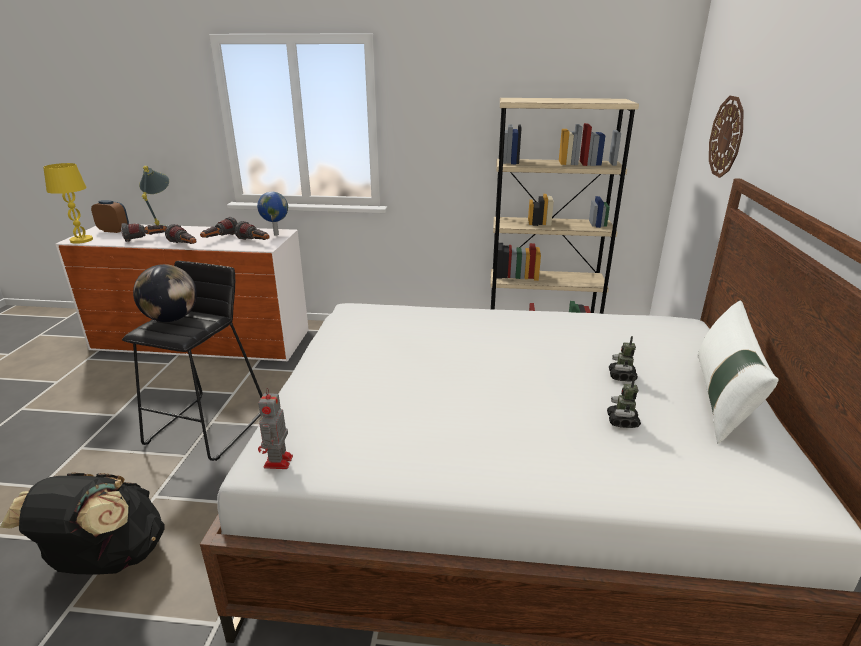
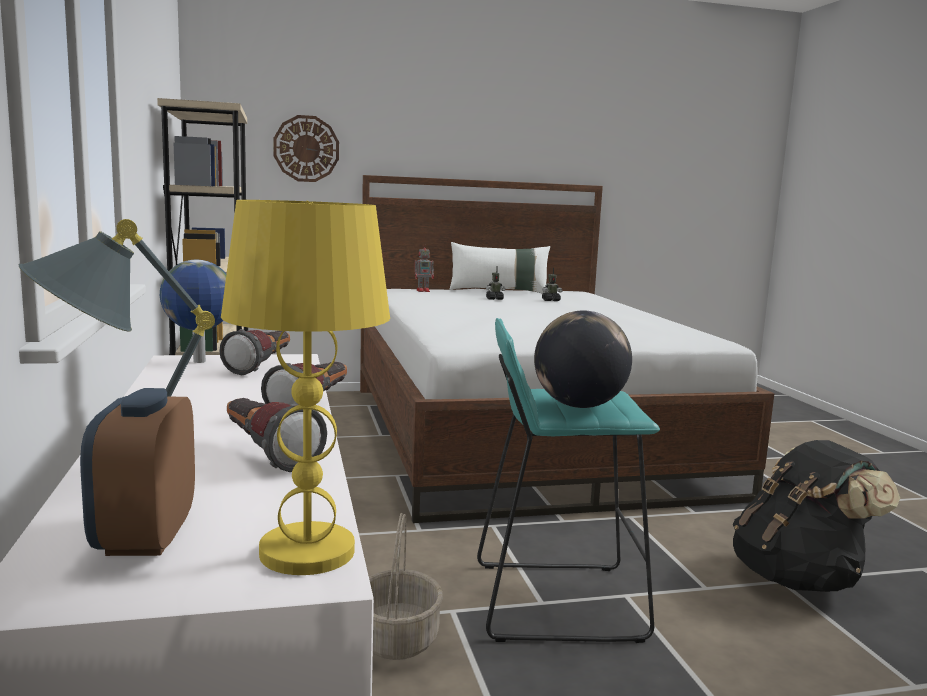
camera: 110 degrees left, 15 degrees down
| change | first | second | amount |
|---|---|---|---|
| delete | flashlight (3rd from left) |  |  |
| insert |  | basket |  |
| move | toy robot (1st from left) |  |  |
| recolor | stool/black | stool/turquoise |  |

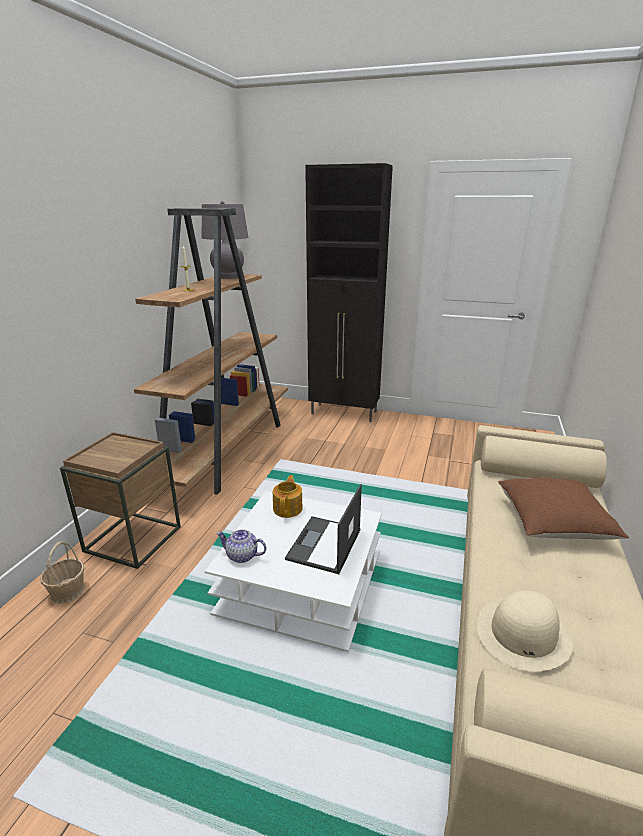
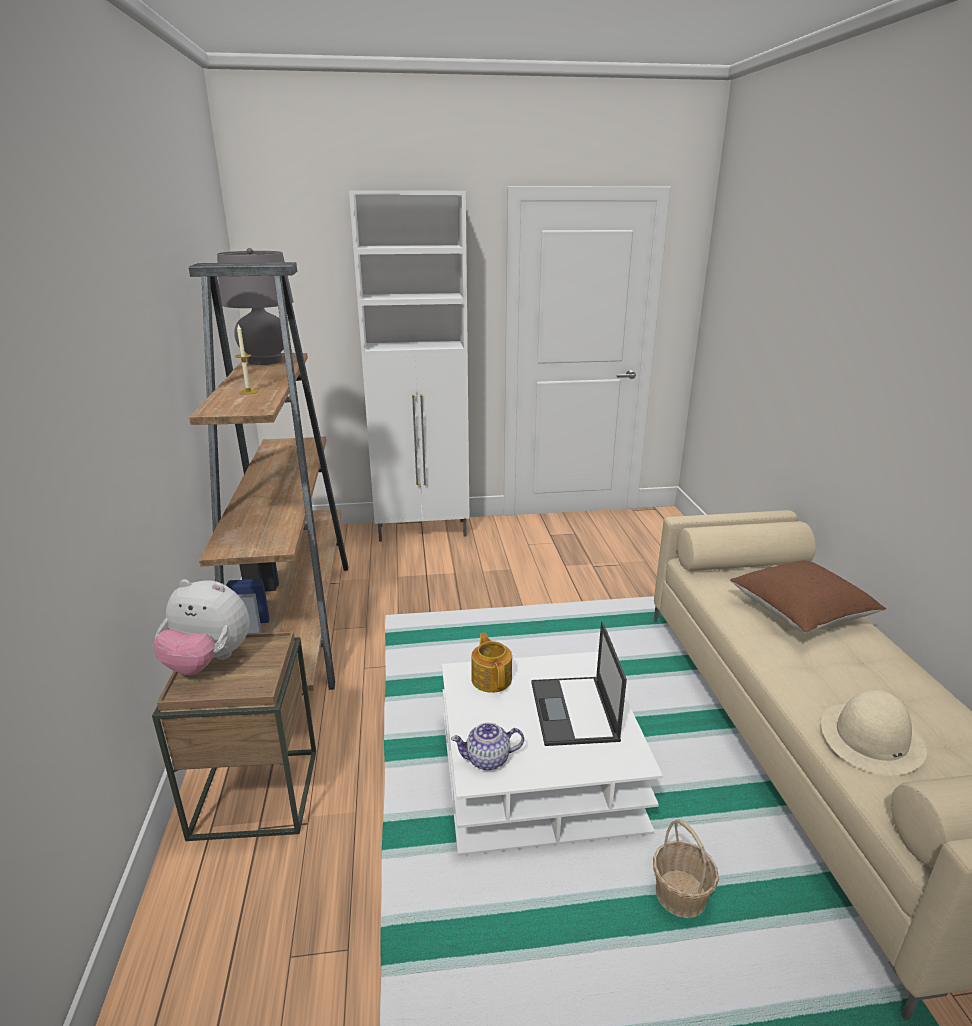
camera: 25 degrees left, 0 degrees up
| change | first | second | amount |
|---|---|---|---|
| insert |  | plush toy |  |
| move | basket |  |  |
| recolor | cabinet/black | cabinet/white |  |

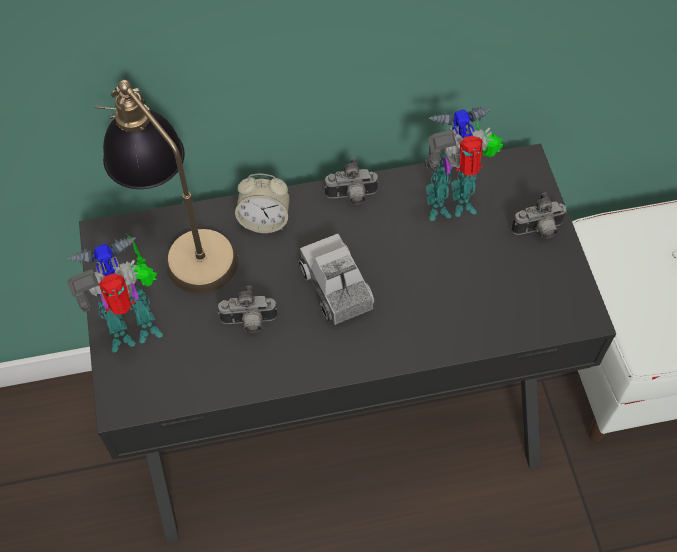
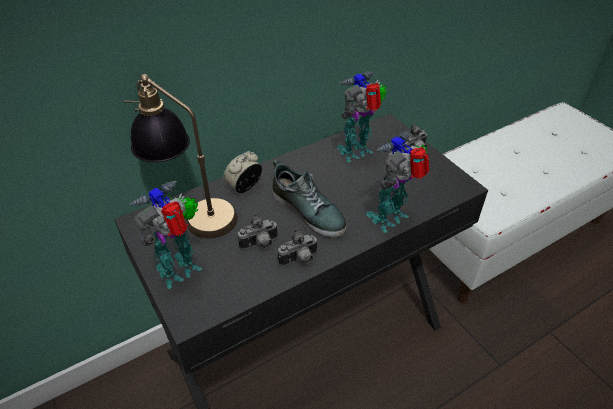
camera: 20 degrees left, 15 degrees down
| change | first | second | amount |
|---|---|---|---|
| insert |  | toy robot (3rd from left) |  |
| move | photo camera (2nd from left) |  |  |
| replace | toy truck | shoe |  |
| rotate | alarm clock |  | 150 degrees clockwise |

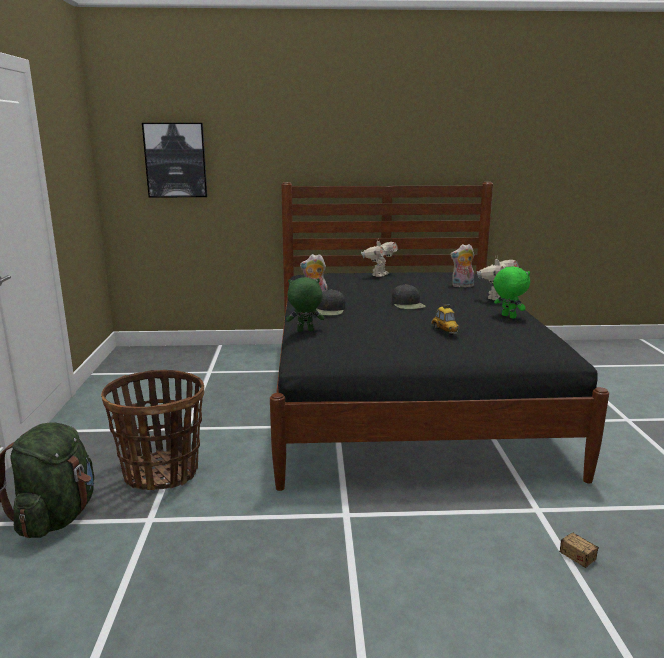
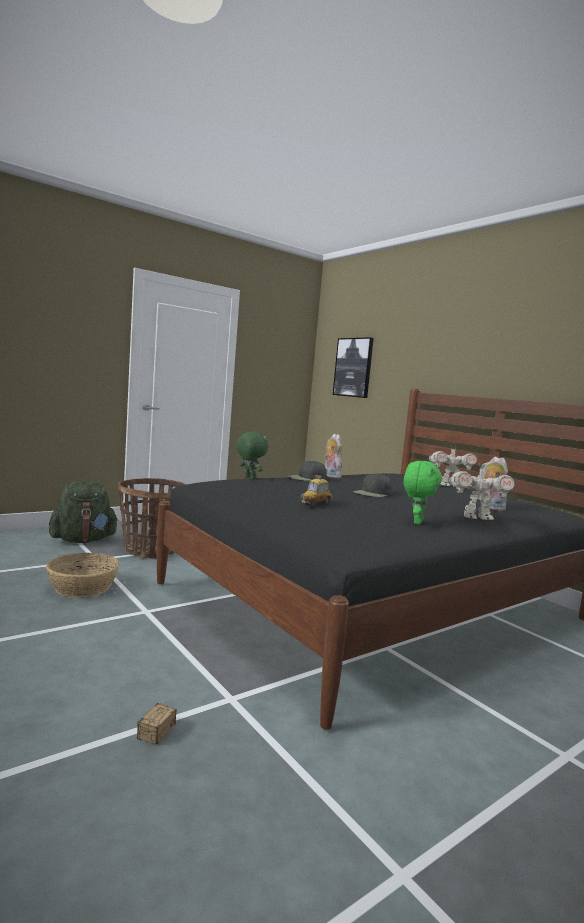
camera: 55 degrees right, 10 degrees down
| change | first | second | amount |
|---|---|---|---|
| insert |  | basket (1st from left) |  |

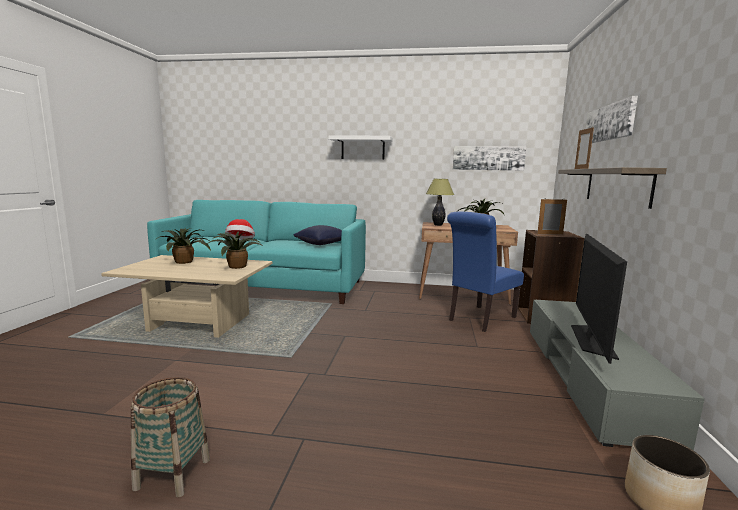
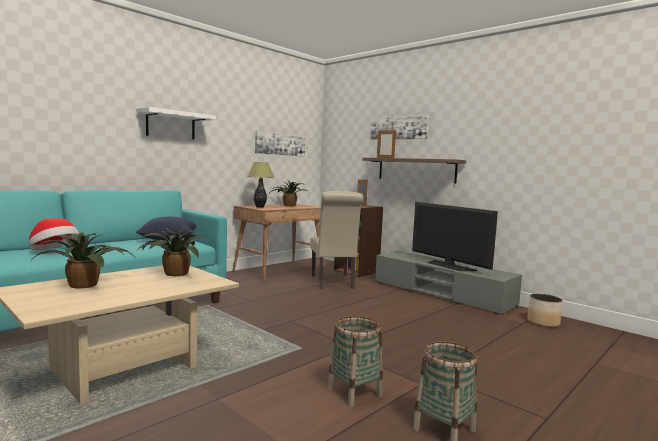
camera: 55 degrees left, 5 degrees down
| change | first | second | amount |
|---|---|---|---|
| insert |  | basket (1st from left) |  |
| recolor | chair/blue | chair/beige |  |

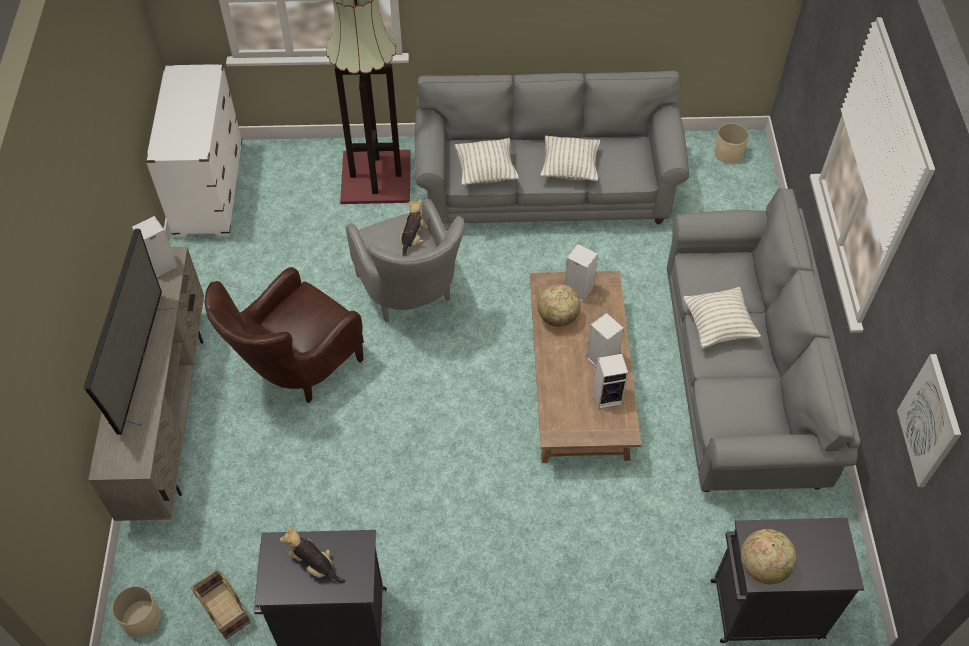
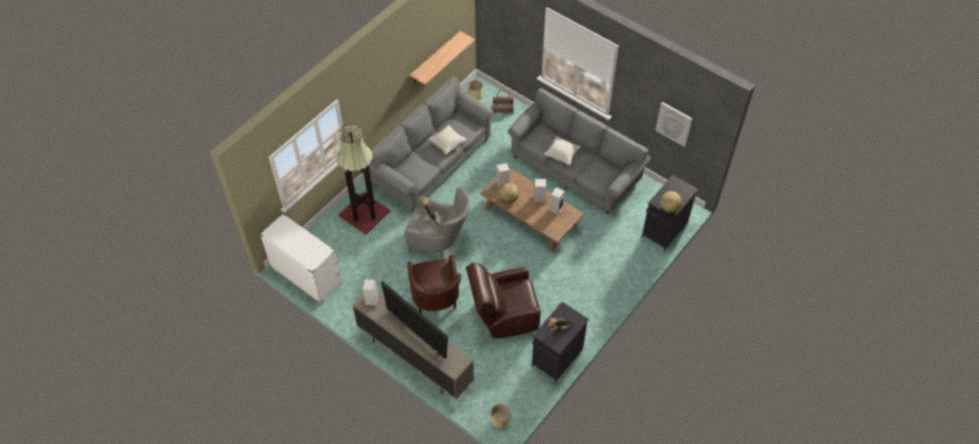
camera: 50 degrees left, 0 degrees up
| change | first | second | amount |
|---|---|---|---|
| delete | pillow (1st from left) |  |  |
| insert |  | shelf |  |
| insert |  | armchair/brown (2nd from left) |  |
| move | basket |  |  |

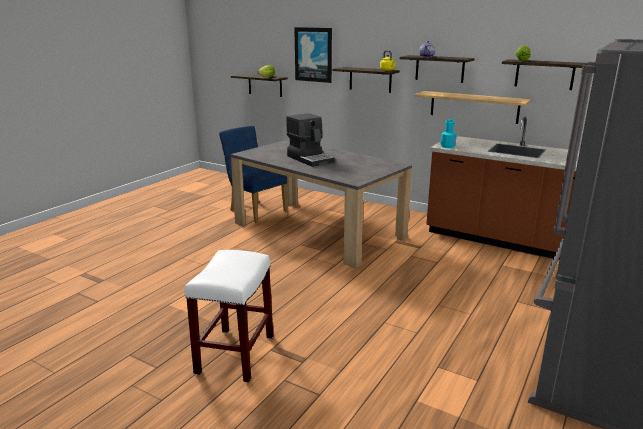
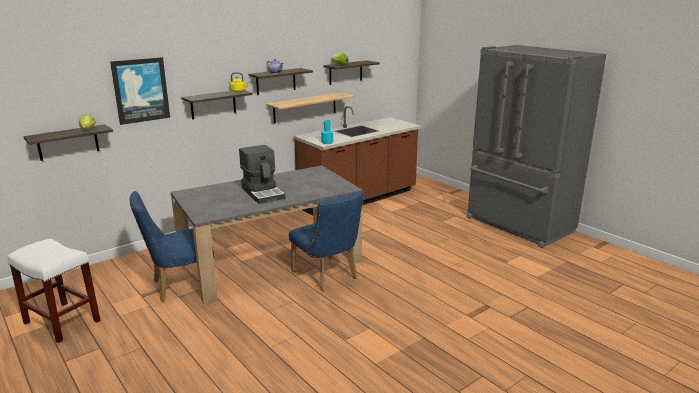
camera: 70 degrees left, 0 degrees up
| change | first | second | amount |
|---|---|---|---|
| insert |  | chair/blue (2nd from left) |  |
| move | stool/white |  |  |
| rotate | coffee machine |  | 75 degrees clockwise |

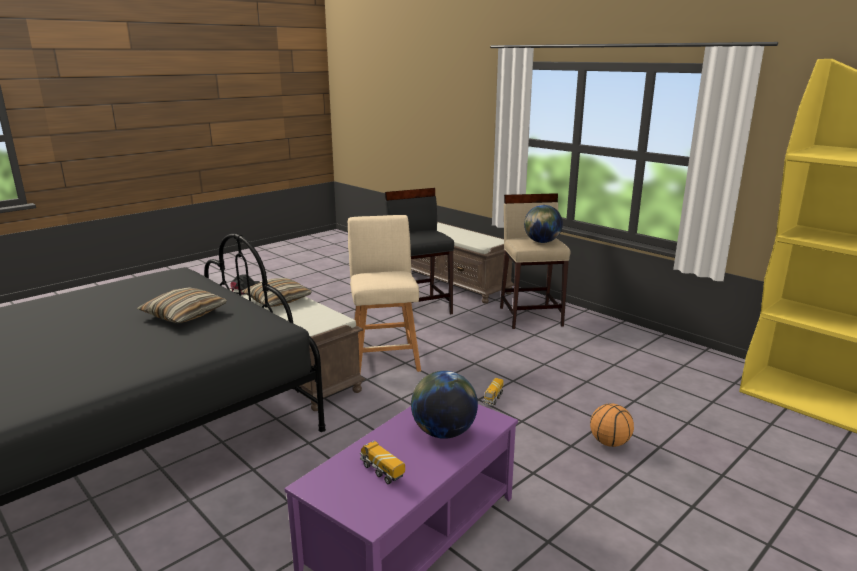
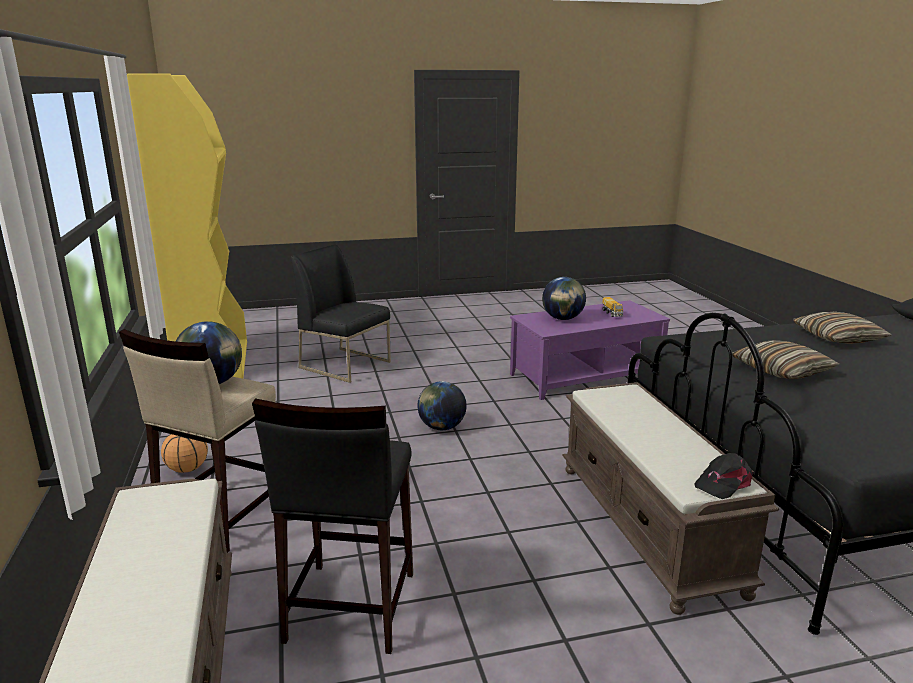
camera: 150 degrees left, 0 degrees up
| change | first | second | amount |
|---|---|---|---|
| delete | stool/beige (1st from left) |  |  |
| insert |  | chair/black |  |
| move | pillow (2nd from left) |  |  |
| move | basketball |  |  |
| replace | toy truck (2nd from left) | globe (2nd from left) |  |

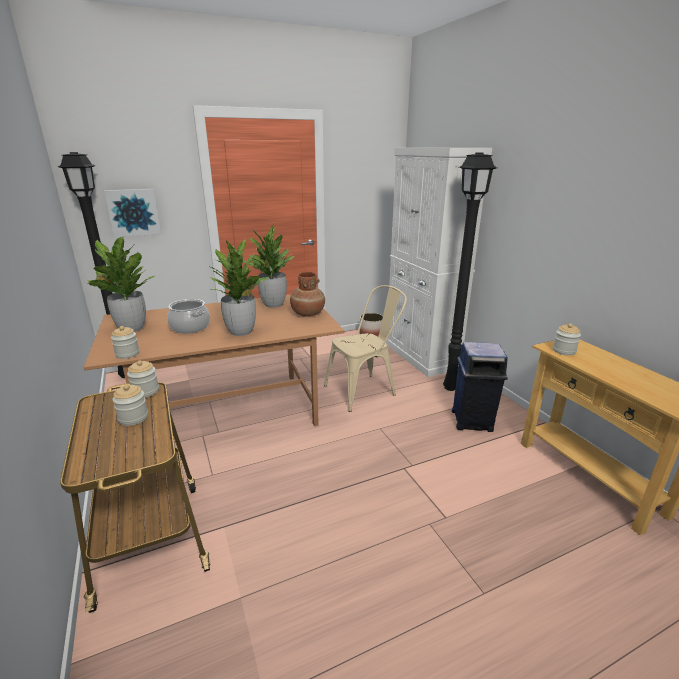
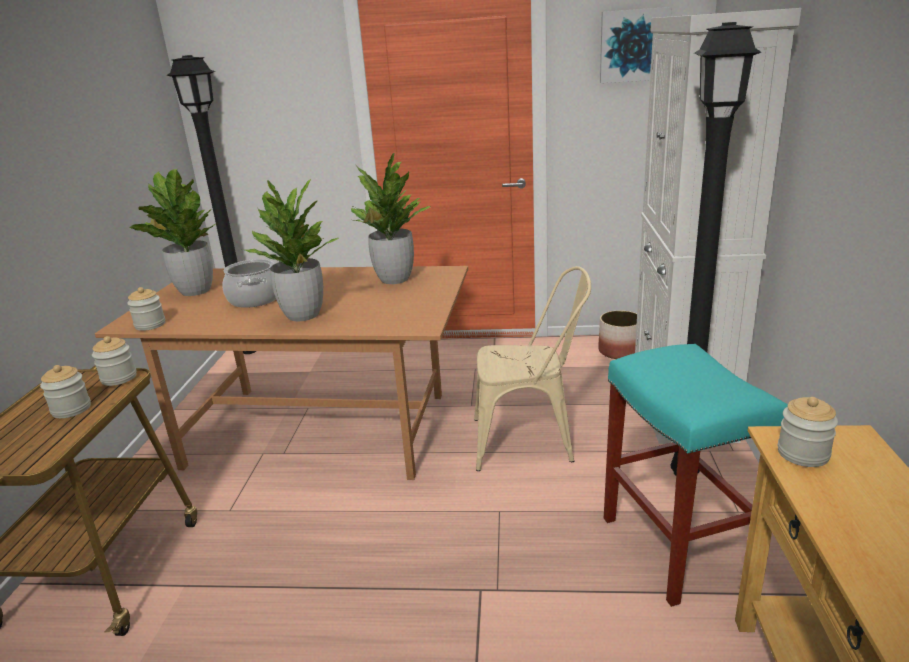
camera: 30 degrees right, 0 degrees up
| change | first | second | amount |
|---|---|---|---|
| delete | vase/brown |  |  |
| move | picture |  |  |
| replace | trash can/blue | stool/turquoise |  |

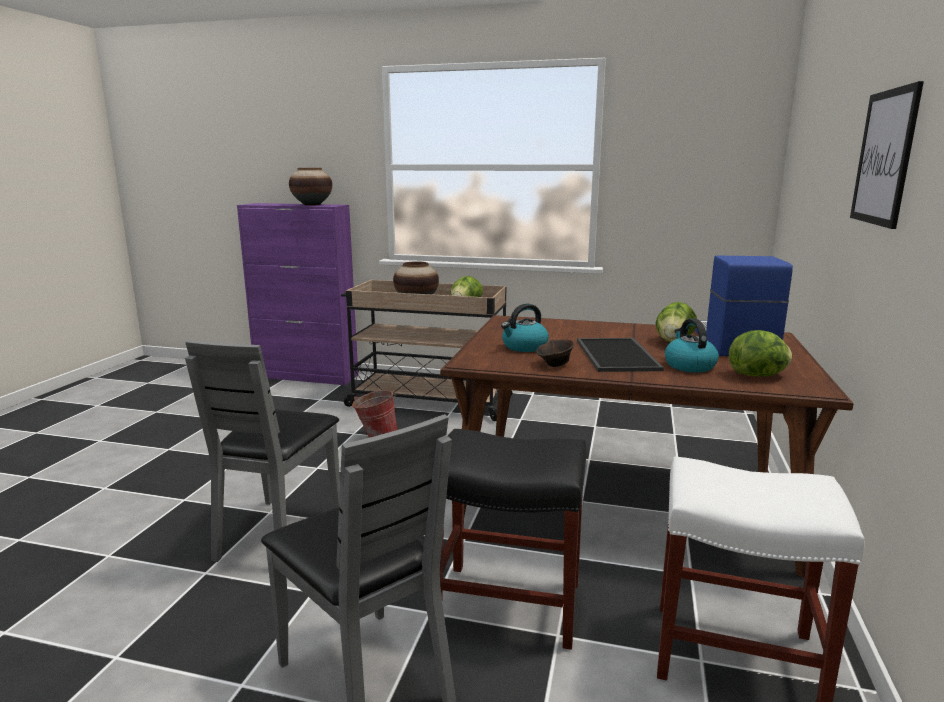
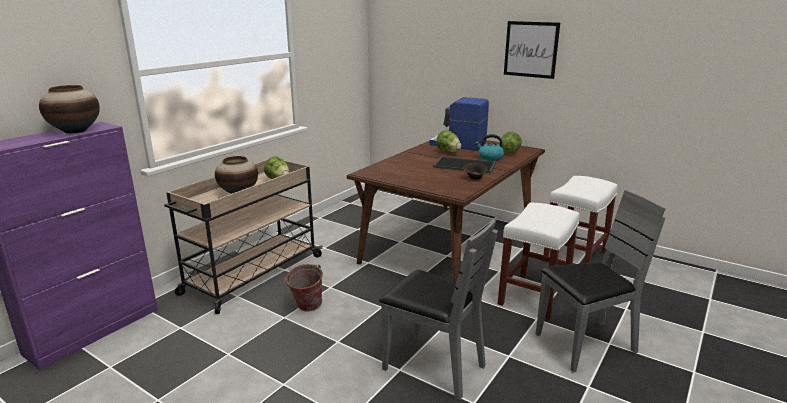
camera: 70 degrees left, 5 degrees up
| change | first | second | amount |
|---|---|---|---|
| delete | kettle (1st from left) |  |  |
| recolor | stool/black | stool/white (1st from left) |  |

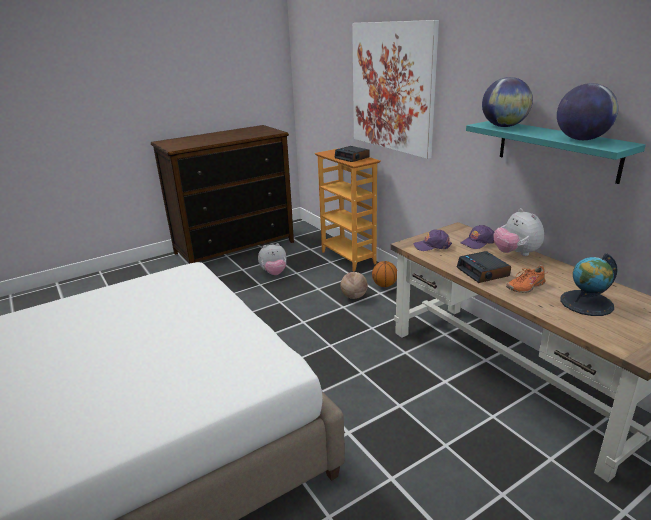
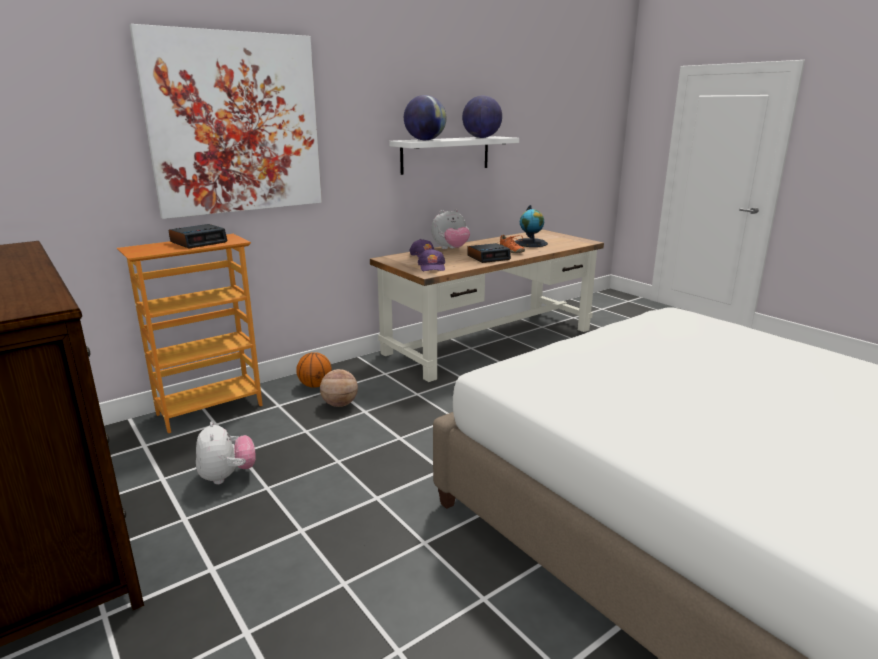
camera: 95 degrees left, 5 degrees down
| change | first | second | amount |
|---|---|---|---|
| recolor | shelf/turquoise | shelf/white |  |

